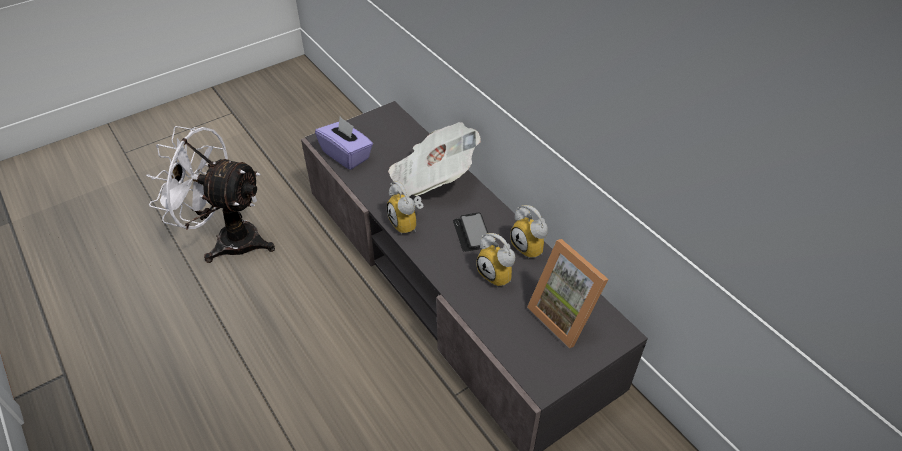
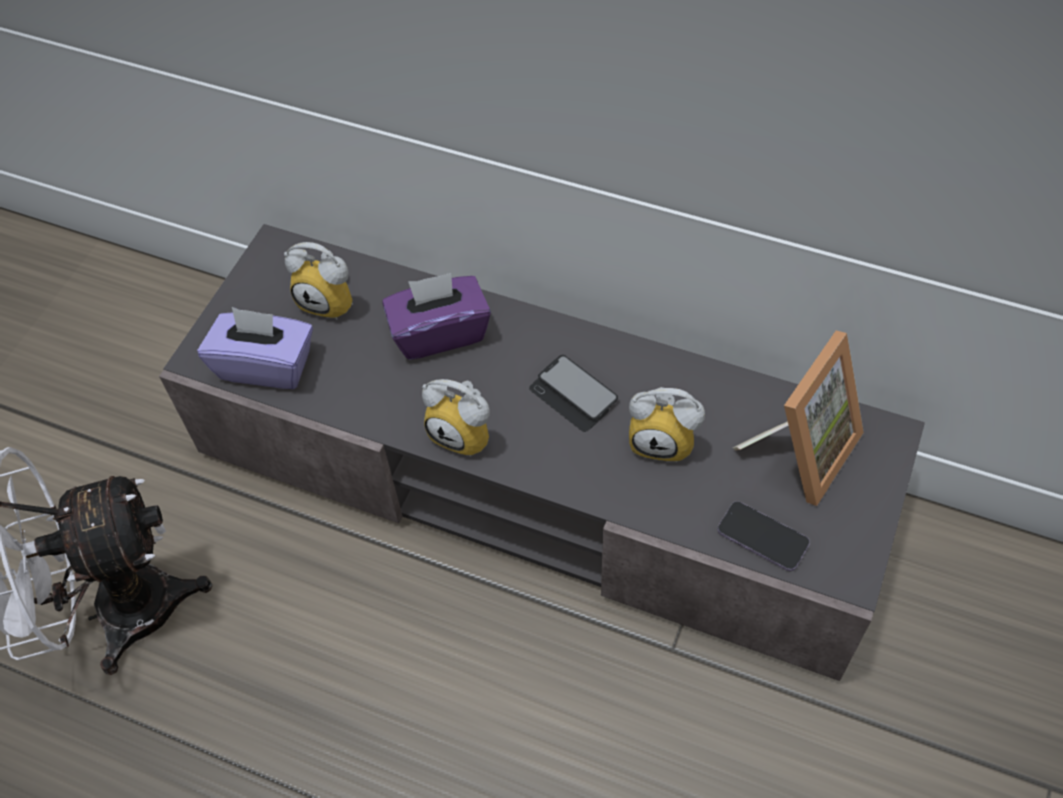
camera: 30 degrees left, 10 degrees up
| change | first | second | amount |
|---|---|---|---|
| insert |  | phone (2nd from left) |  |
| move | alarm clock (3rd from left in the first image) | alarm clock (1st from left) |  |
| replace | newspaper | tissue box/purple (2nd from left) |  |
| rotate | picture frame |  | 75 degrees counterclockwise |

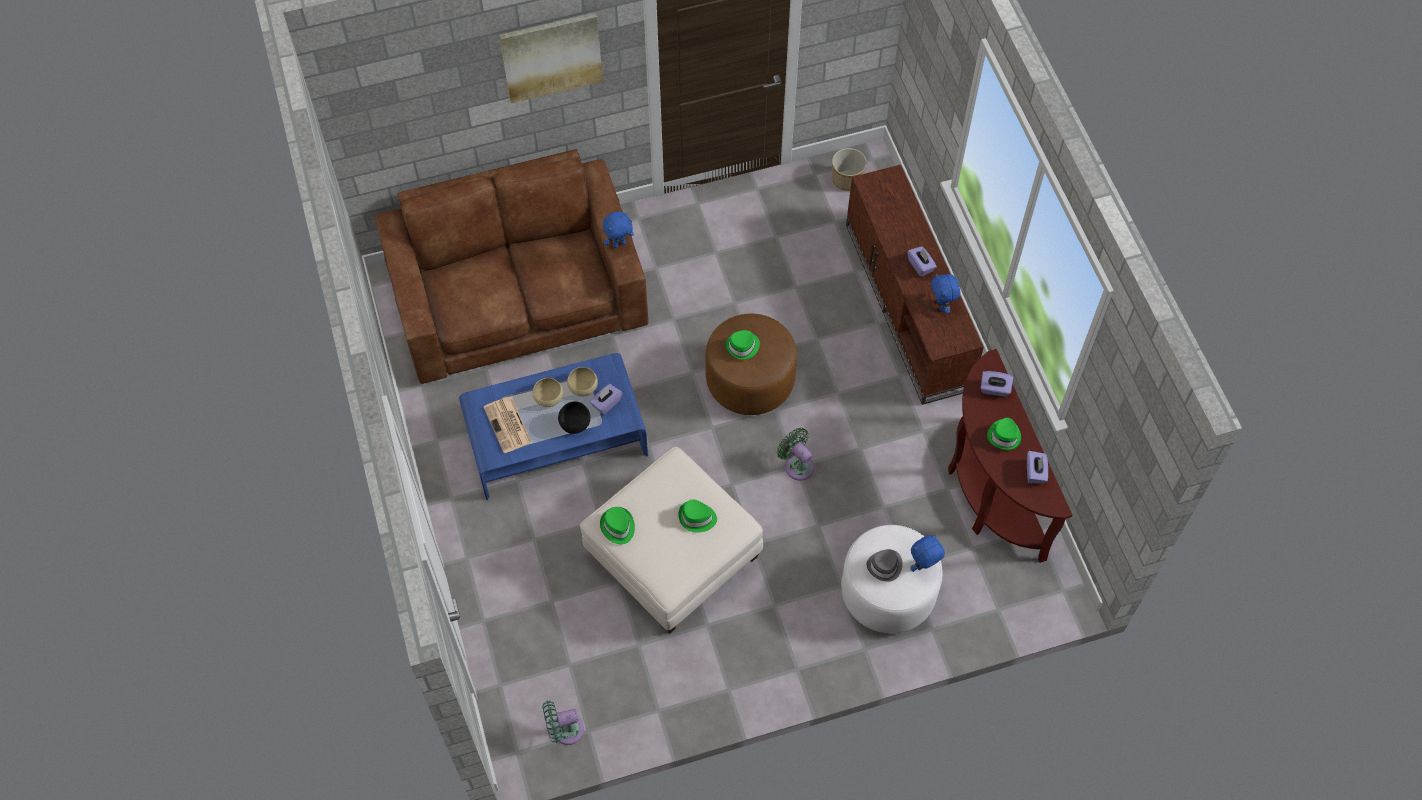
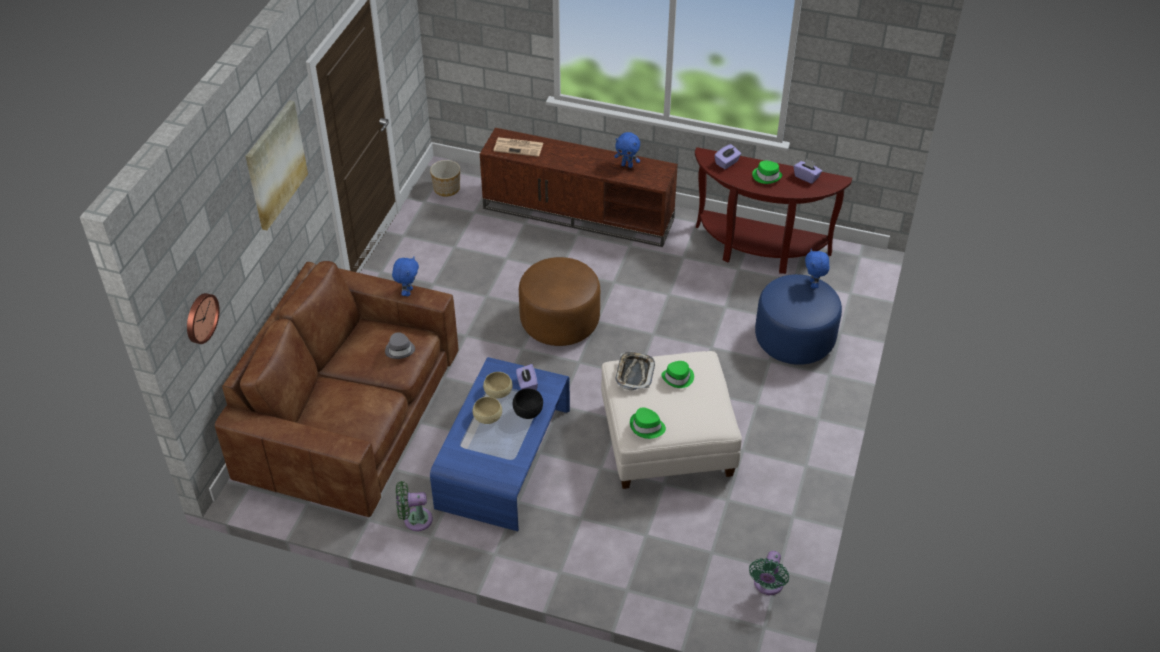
camera: 55 degrees left, 15 degrees down
| change | first | second | amount |
|---|---|---|---|
| delete | hat/green (3rd from left) |  |  |
| delete | tissue box/purple (2nd from left) |  |  |
| insert |  | wall clock |  |
| insert |  | tray |  |
| move | newspaper |  |  |
| move | fan/green (2nd from left in the first image) | fan/green (1st from left) |  |
| move | hat/grey |  |  |
| recolor | ottoman/white (2nd from left) | ottoman/blue |  |

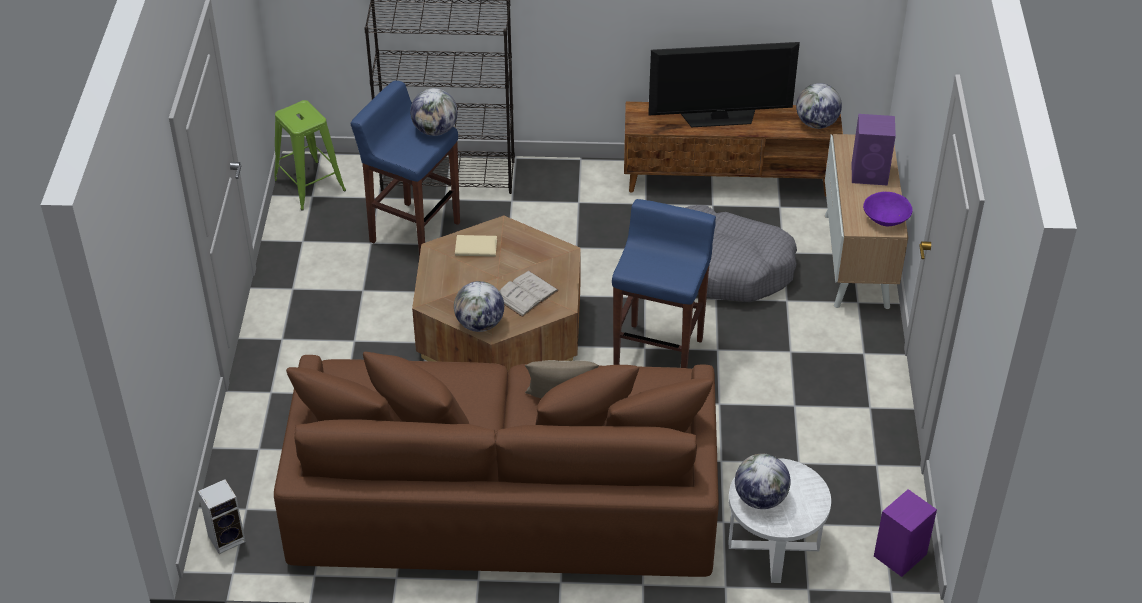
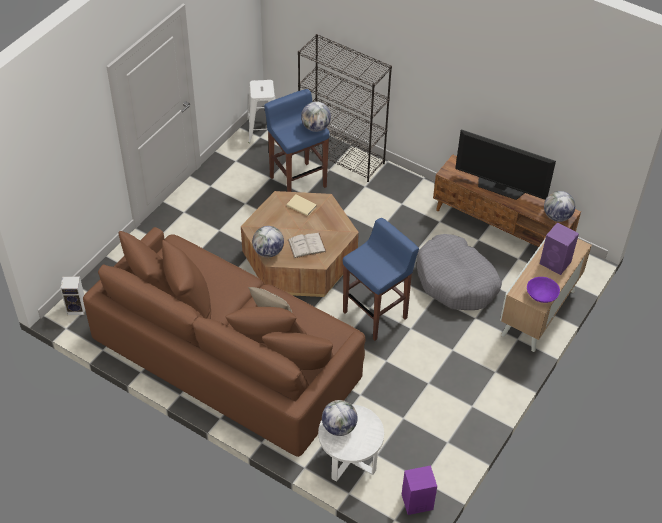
camera: 30 degrees right, 5 degrees up
| change | first | second | amount |
|---|---|---|---|
| recolor | stool/green | stool/white |  |

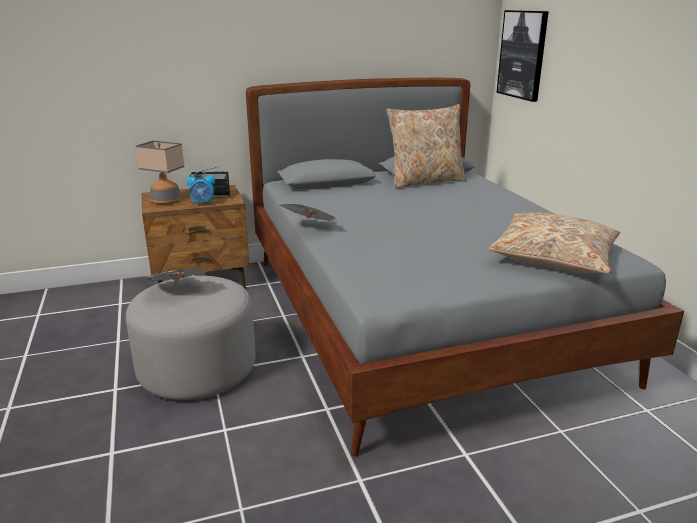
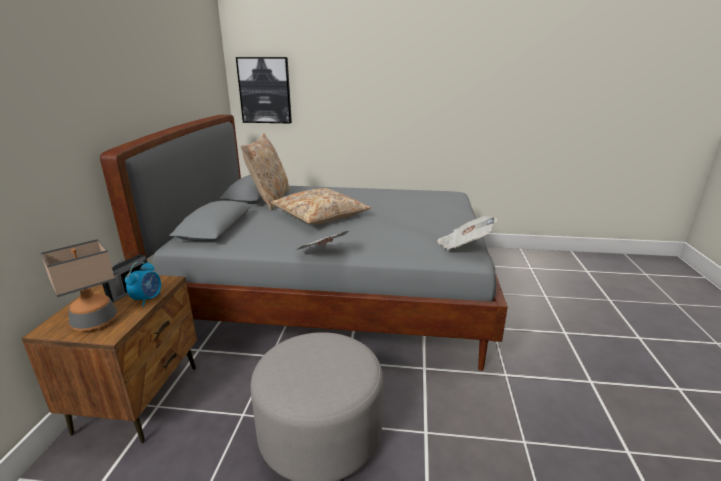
camera: 65 degrees left, 0 degrees up
| change | first | second | amount |
|---|---|---|---|
| move | newspaper (1st from left in the first image) | newspaper (2nd from left) |  |
| move | pillow/beige (2nd from left) |  |  |

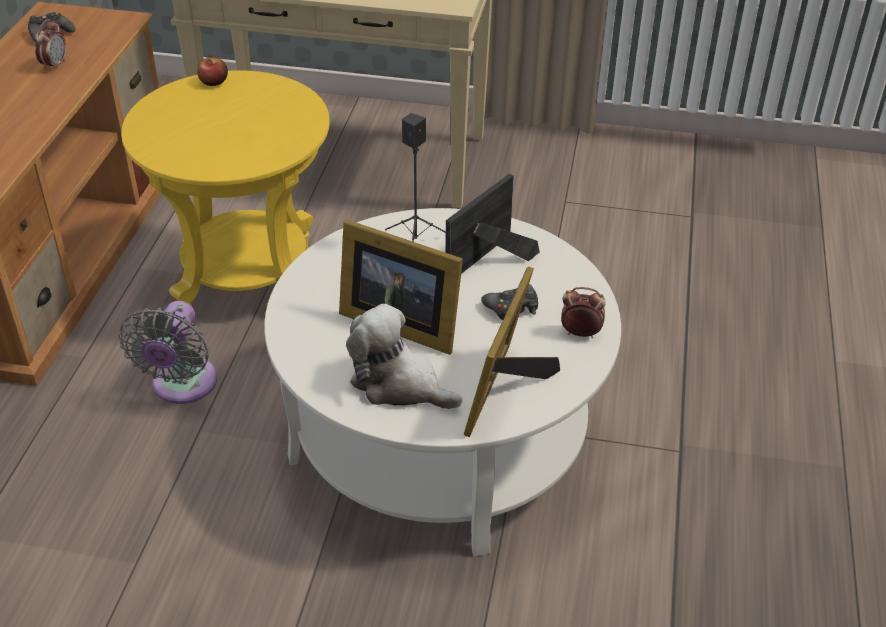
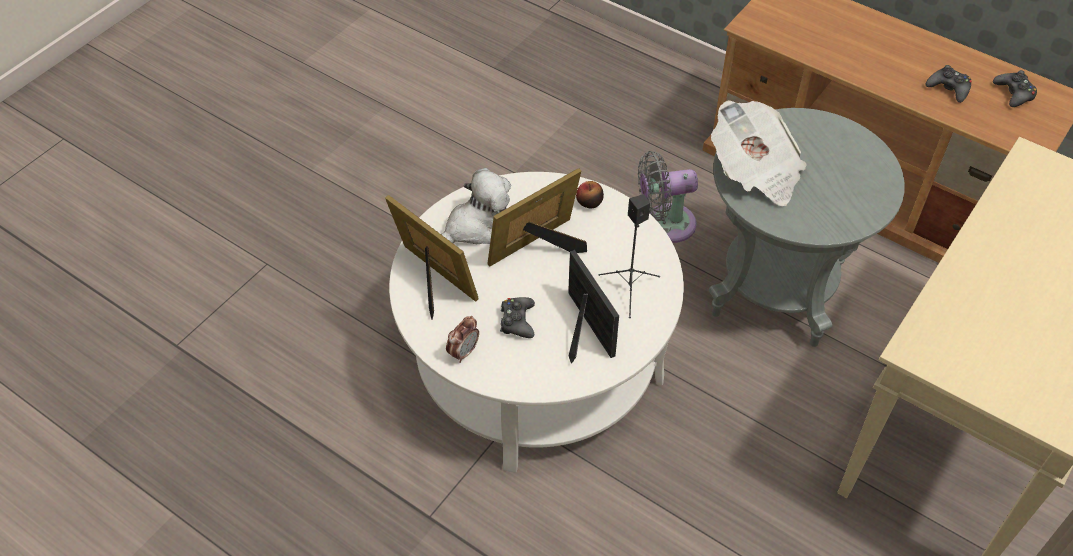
camera: 115 degrees right, 10 degrees up
| change | first | second | amount |
|---|---|---|---|
| insert |  | newspaper |  |
| move | apple |  |  |
| replace | alarm clock (1st from left) | game controller/black (2nd from left) |  |
| recolor | side table/yellow | side table/grey |  |
| rotate | fan/grey |  | 45 degrees counterclockwise |

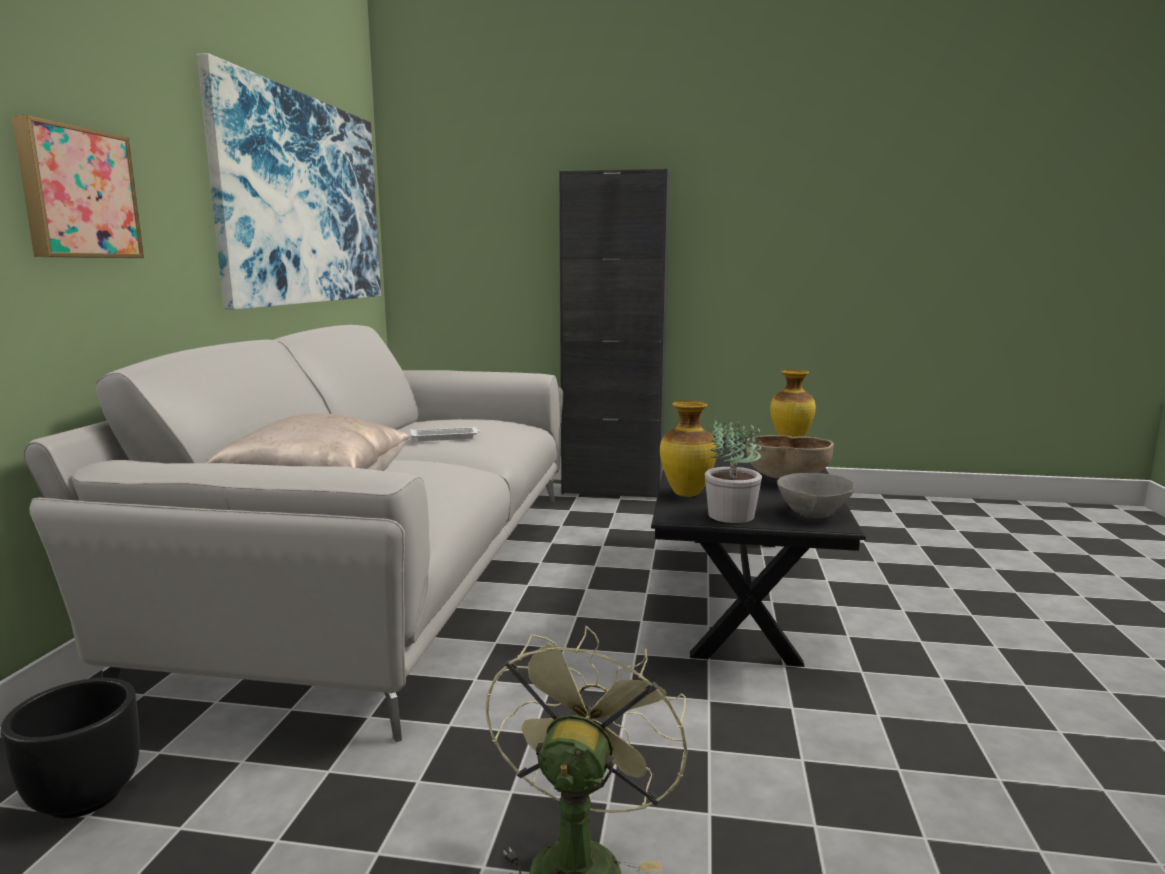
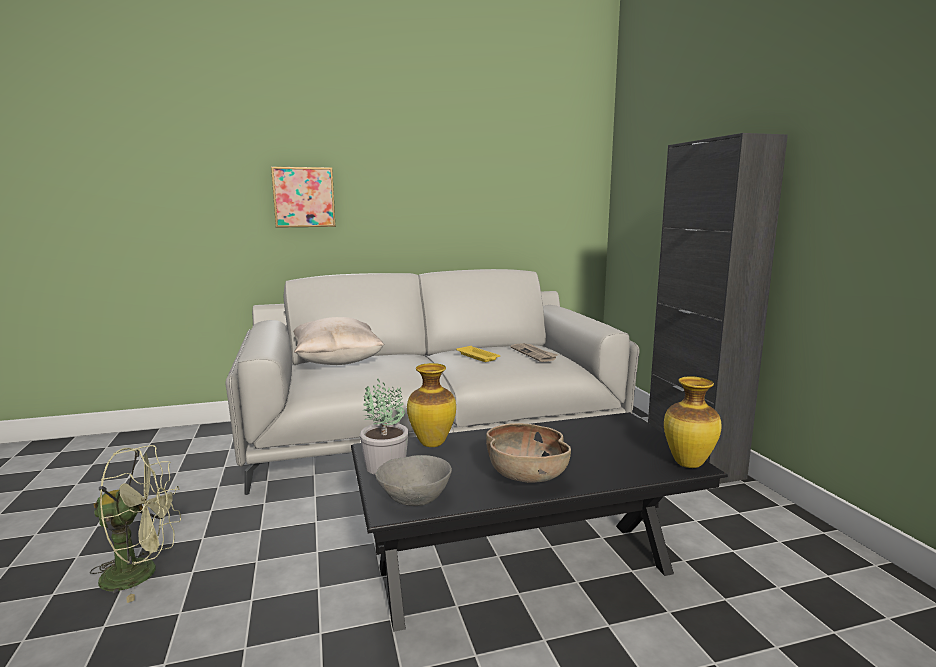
camera: 65 degrees right, 0 degrees up
| change | first | second | amount |
|---|---|---|---|
| delete | planter/black |  |  |
| delete | picture (2nd from left) |  |  |
| insert |  | newspaper |  |
| recolor | tray/white | tray/yellow |  |

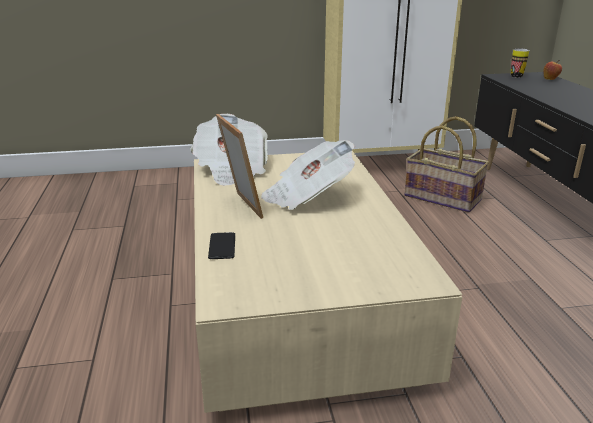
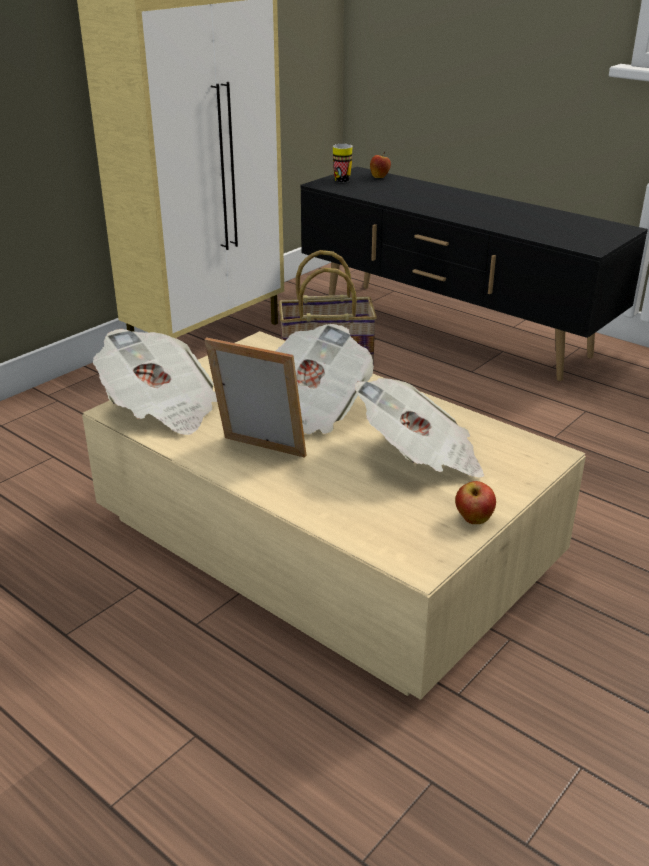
camera: 40 degrees left, 5 degrees up
| change | first | second | amount |
|---|---|---|---|
| delete | phone |  |  |
| insert |  | newspaper (3rd from left) |  |
| insert |  | apple (2nd from left) |  |

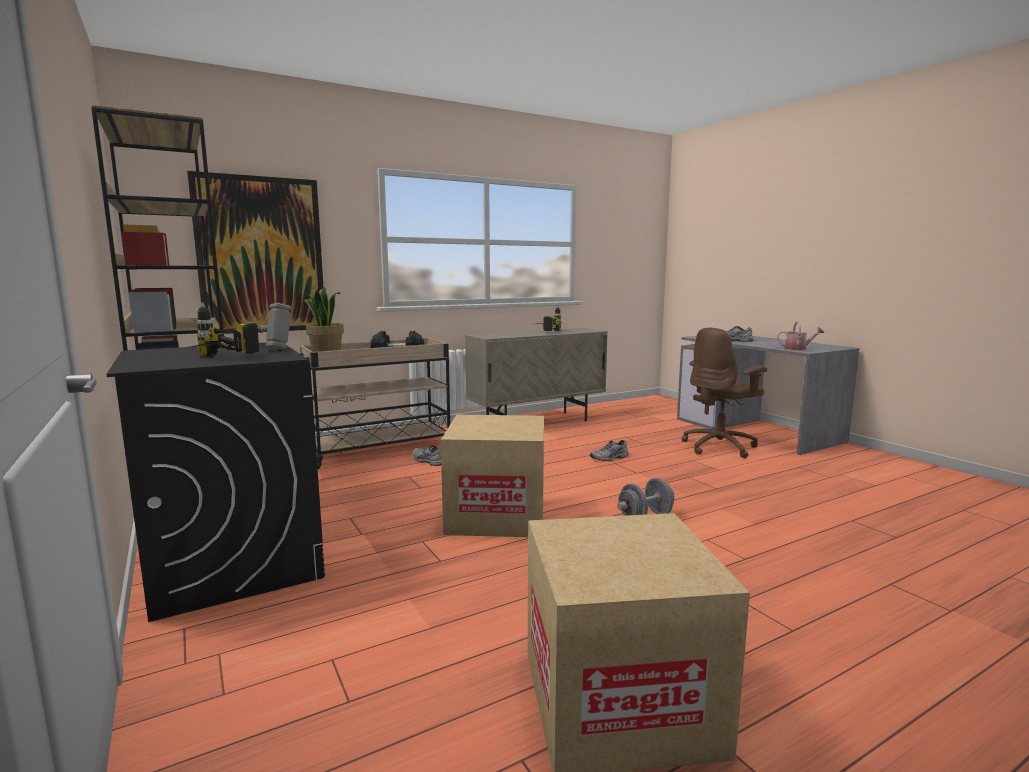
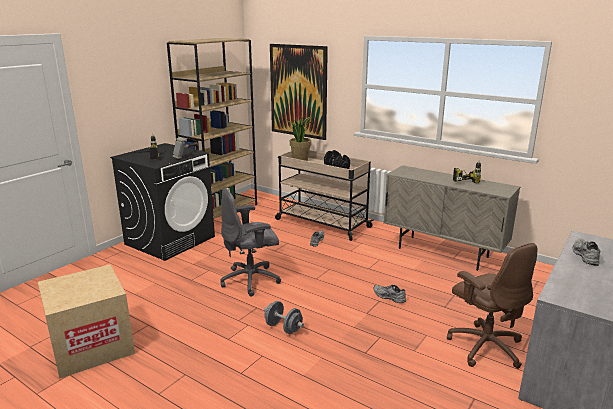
camera: 65 degrees right, 10 degrees up
| change | first | second | amount |
|---|---|---|---|
| delete | watering can |  |  |
| replace | cardboard box (1st from left) | office chair/grey |  |
| rotate | office chair/brown |  | 150 degrees counterclockwise |

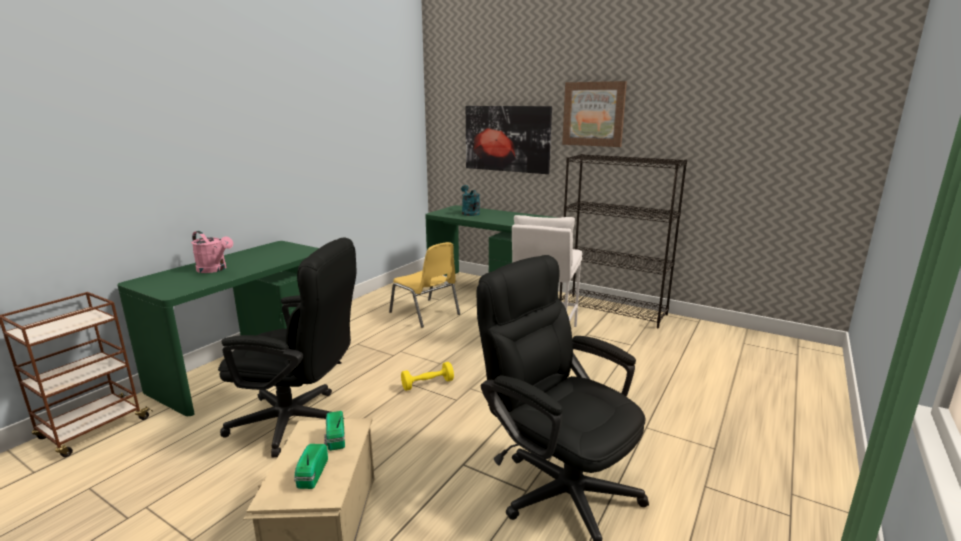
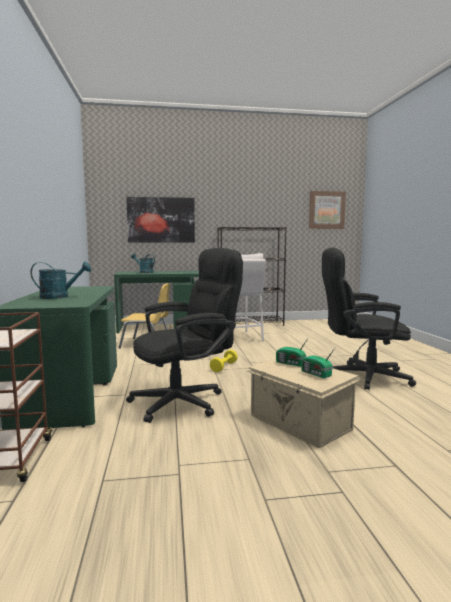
camera: 40 degrees left, 10 degrees down
| change | first | second | amount |
|---|---|---|---|
| move | picture (2nd from left) |  |  |
| recolor | watering can/pink | watering can/turquoise (1st from left) |  |

